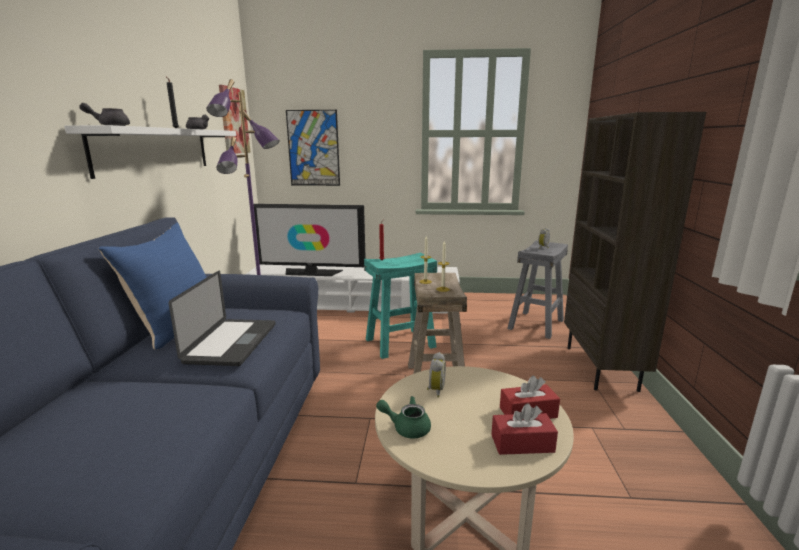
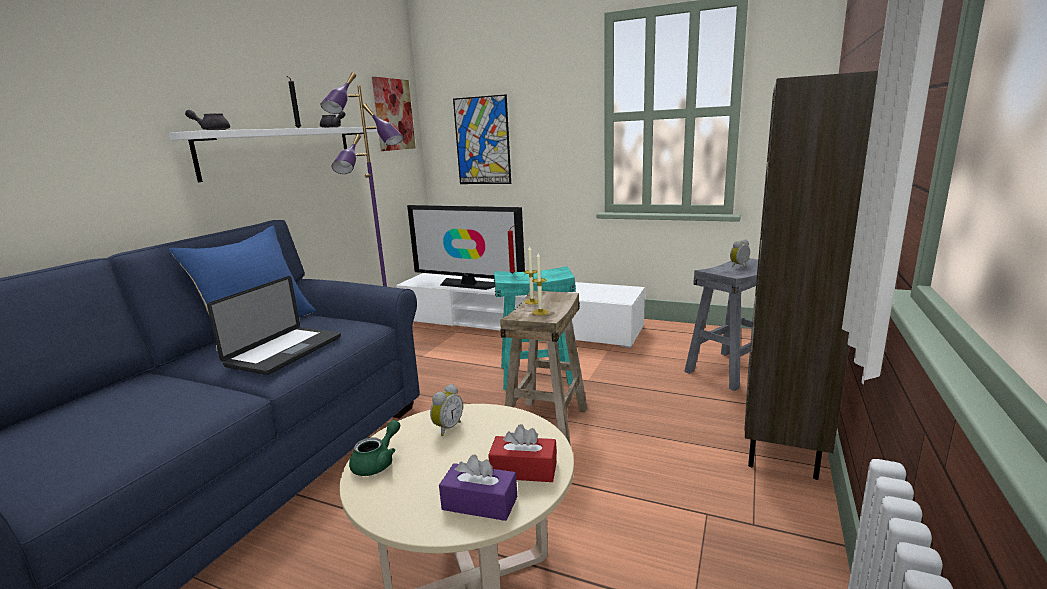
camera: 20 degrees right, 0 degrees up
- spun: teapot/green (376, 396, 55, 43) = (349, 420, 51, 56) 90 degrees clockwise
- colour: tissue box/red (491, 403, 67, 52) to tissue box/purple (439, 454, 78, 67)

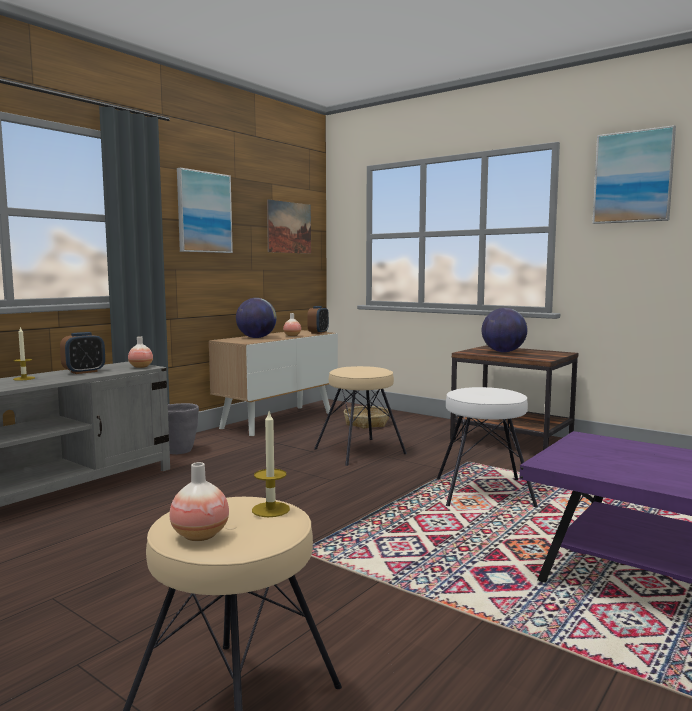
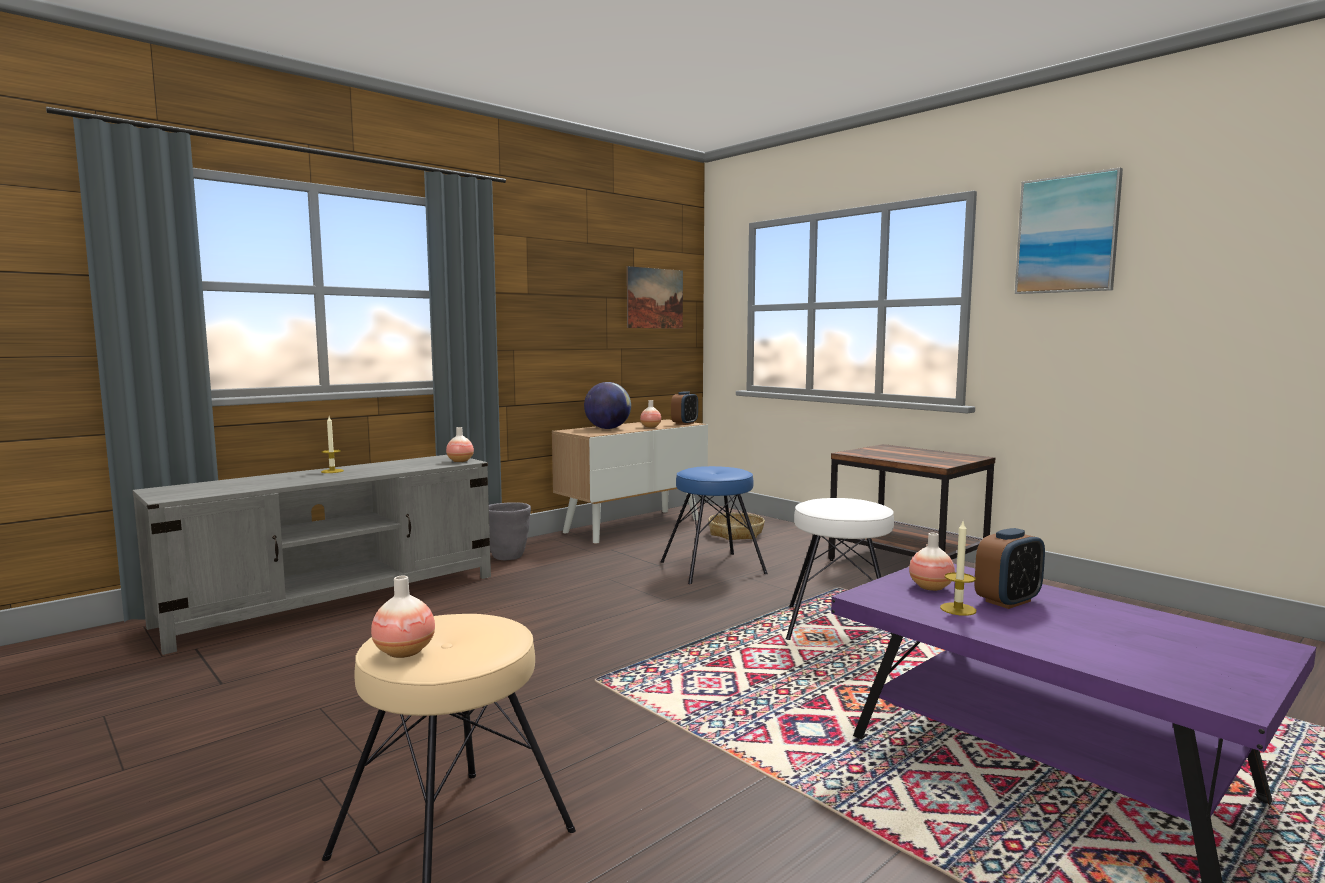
camera: 10 degrees right, 0 degrees up
- relocated: alarm clock (60, 332, 45, 42) to (975, 528, 70, 81)
- missing: picture (177, 168, 56, 85)
- relocated: candle (252, 412, 38, 105) to (940, 521, 36, 95)
- colour: stool/beige (314, 366, 93, 100) to stool/blue (660, 466, 108, 118)
- missing: globe (482, 308, 45, 44)
- appeared: vase (909, 533, 46, 58)

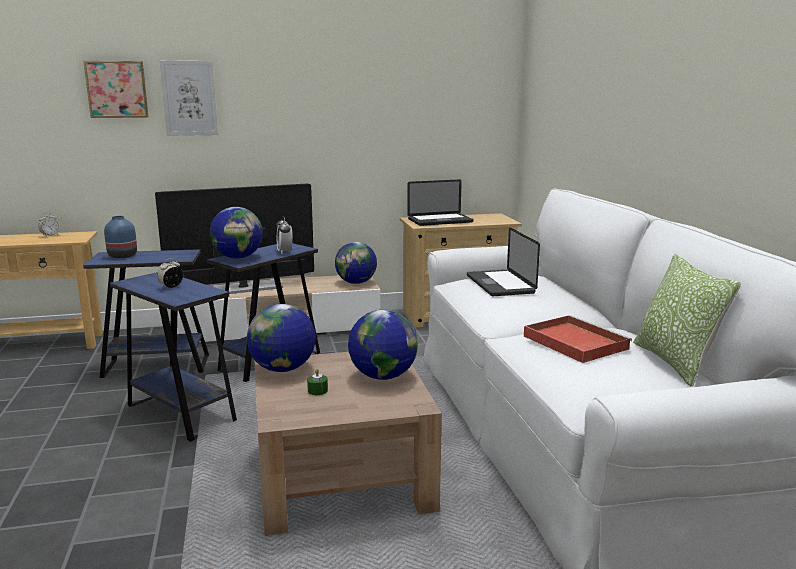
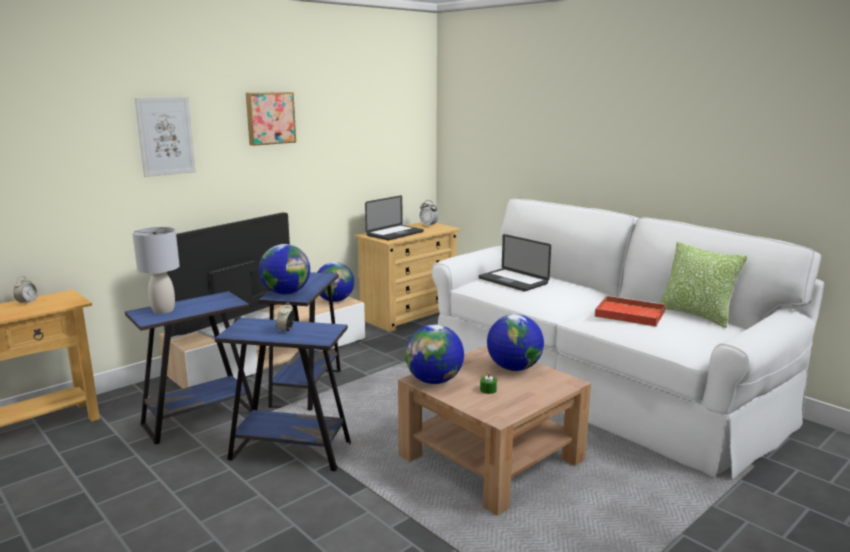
camera: 30 degrees left, 0 degrees up
- relocated: picture (83, 61, 65, 57) to (246, 92, 50, 54)
- exchanged: vase/blue (104, 216, 33, 42) to table lamp/grey (132, 227, 48, 87)
- relocated: alarm clock (276, 216, 17, 38) to (419, 200, 19, 27)

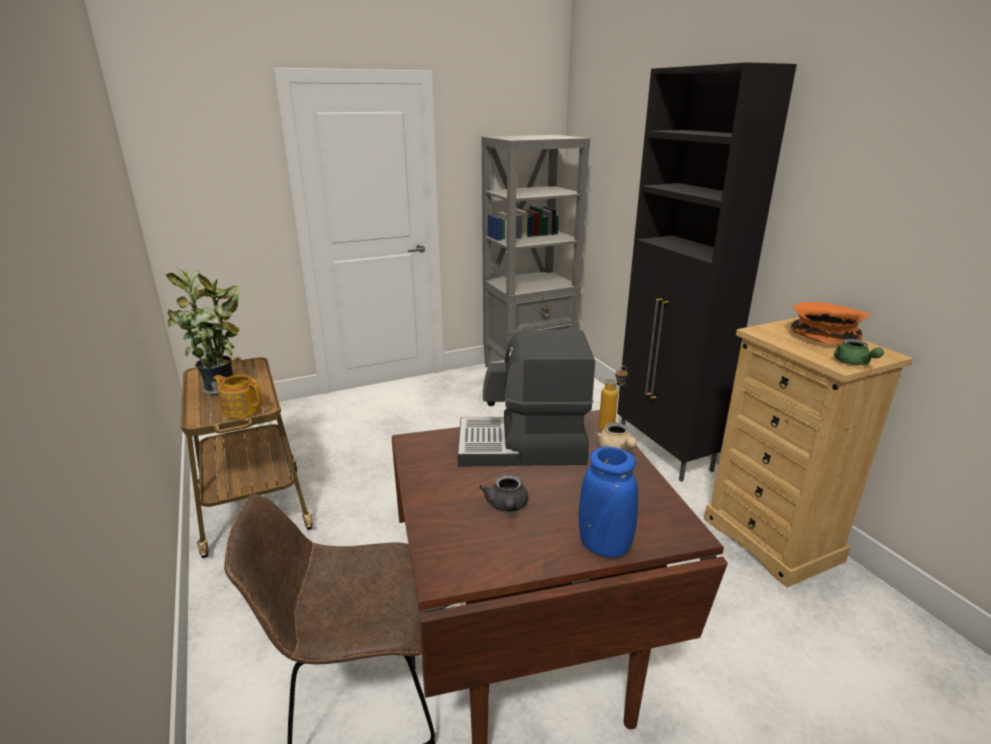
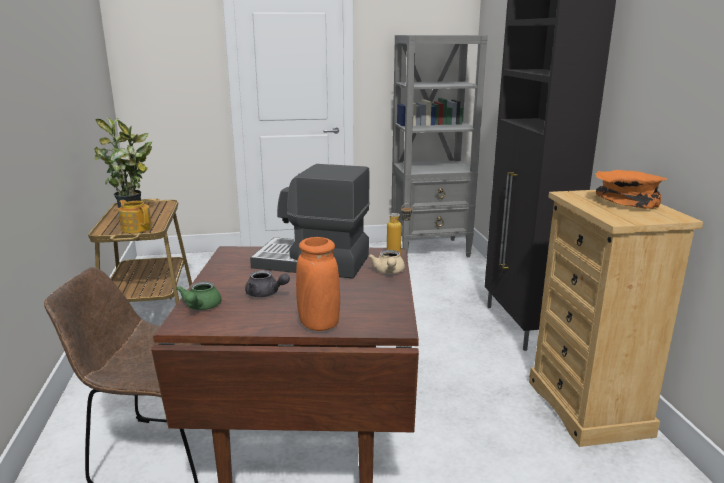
camera: 15 degrees right, 5 degrees down
- spun: teapot/grey (479, 475, 49, 37) = (245, 270, 45, 27) 75 degrees counterclockwise
- colour: vase/blue (579, 447, 59, 111) to vase/orange (296, 237, 44, 94)
- relocated: teapot/green (834, 339, 50, 26) to (176, 281, 45, 29)

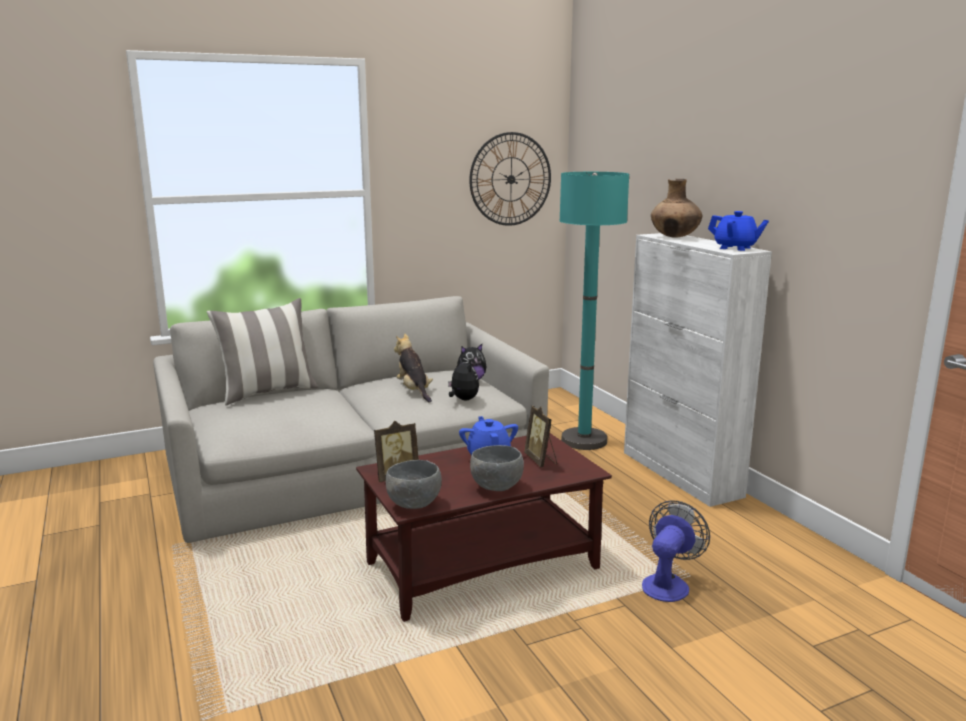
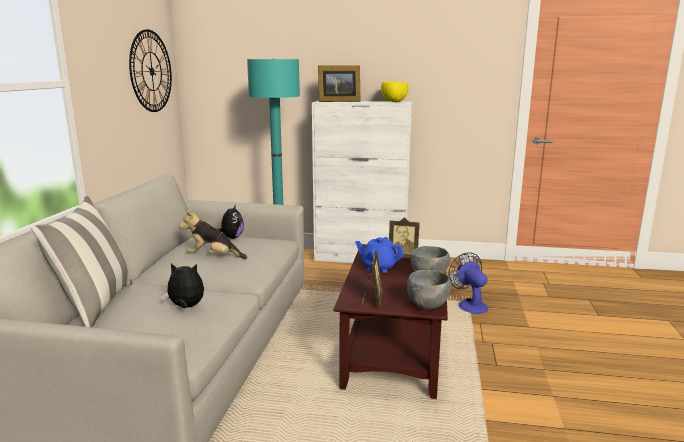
camera: 55 degrees left, 0 degrees up
- relocated: plush toy (448, 358, 31, 42) to (161, 263, 43, 45)
- exchanged: vase/brown (651, 179, 52, 59) to picture frame (318, 66, 42, 36)
- exchanged: teapot/blue (708, 211, 61, 40) to bowl/yellow (381, 81, 27, 21)

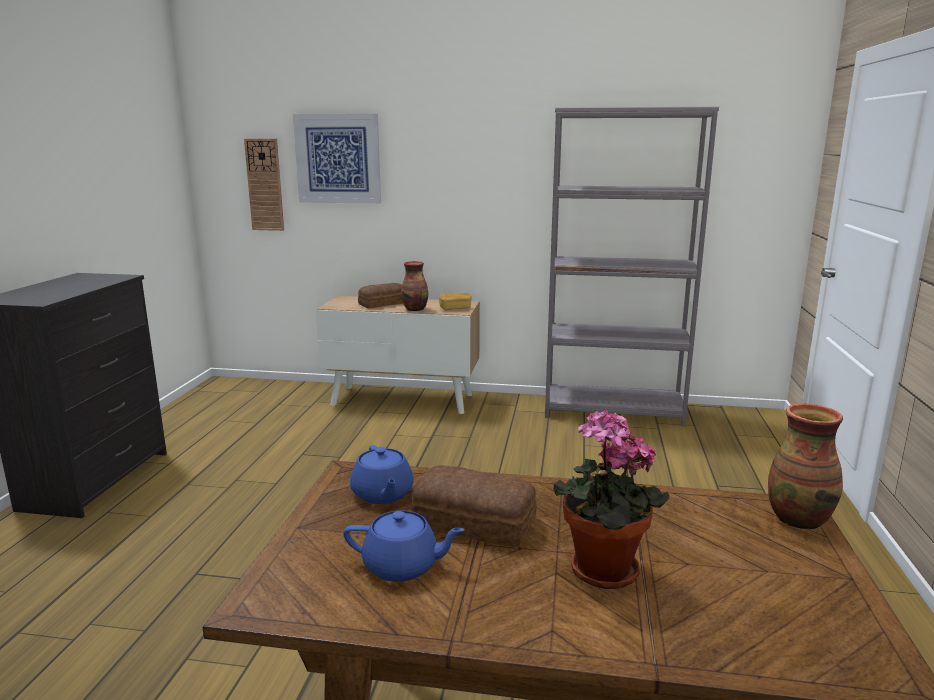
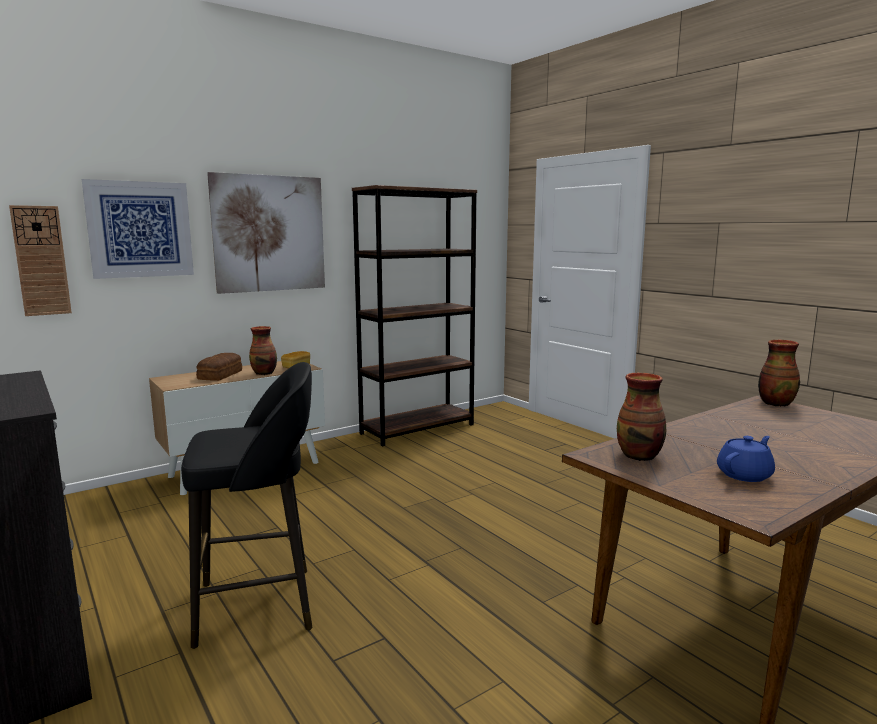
camera: 45 degrees left, 5 degrees down
- exchanged: teapot/blue (350, 445, 64, 59) to vase (617, 373, 49, 88)
- missing: bread (411, 465, 126, 82)
- colour: bookcase/grey (545, 107, 174, 319) to bookcase/brown (352, 185, 125, 261)
- missing: potted plant (553, 409, 116, 180)
- appeared: stool/black (181, 362, 131, 287)
- appeared: picture (207, 172, 118, 122)

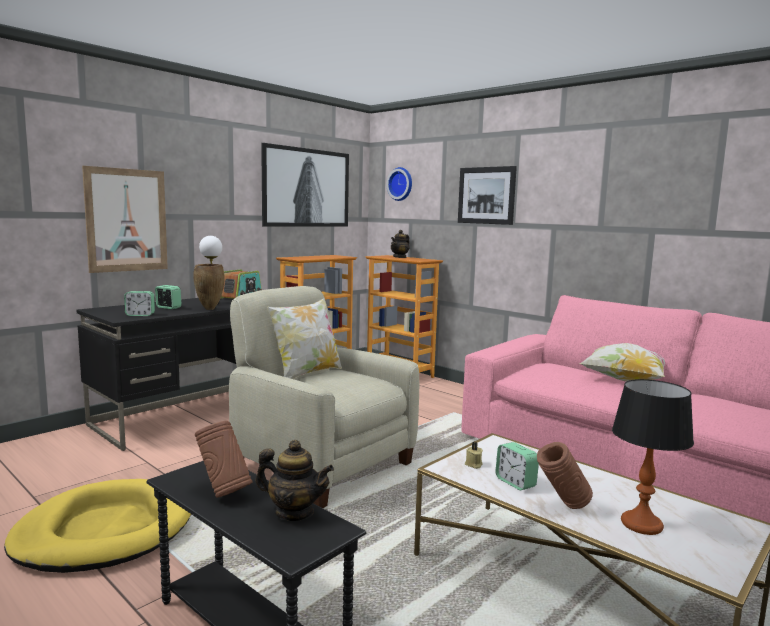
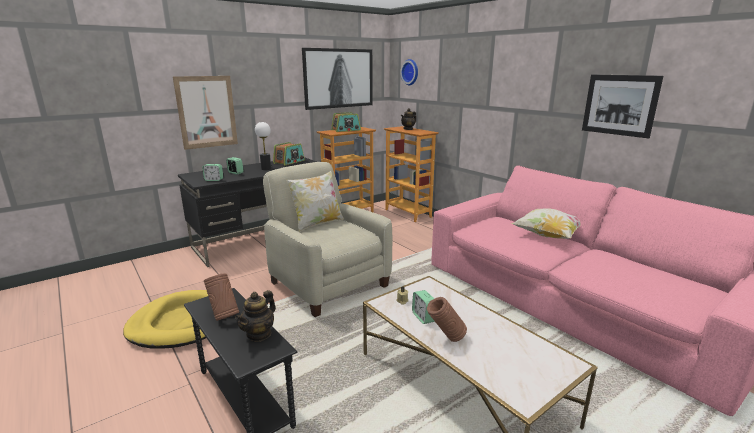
camera: 10 degrees right, 10 degrees up
- missing: vase/brown (193, 264, 32, 46)
- spun: teapot (255, 440, 79, 81) = (235, 290, 41, 52) 90 degrees clockwise
- relocated: picture (458, 166, 59, 59) to (582, 75, 81, 63)
- missing: table lamp (612, 379, 82, 156)
- appeared: radio (331, 112, 30, 20)

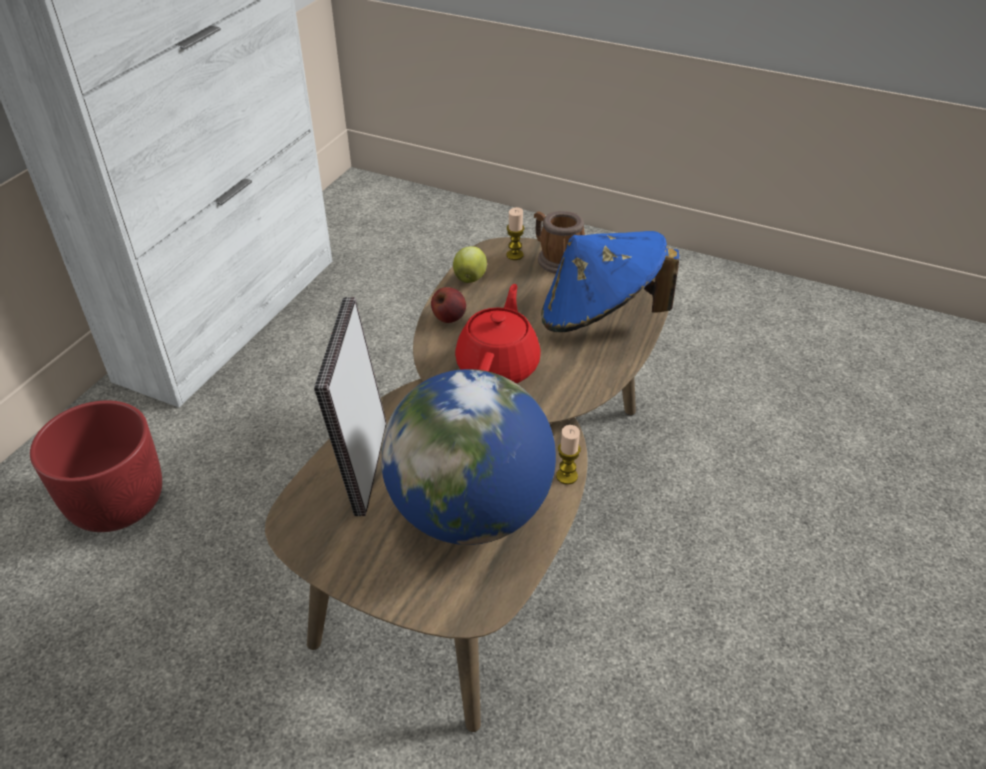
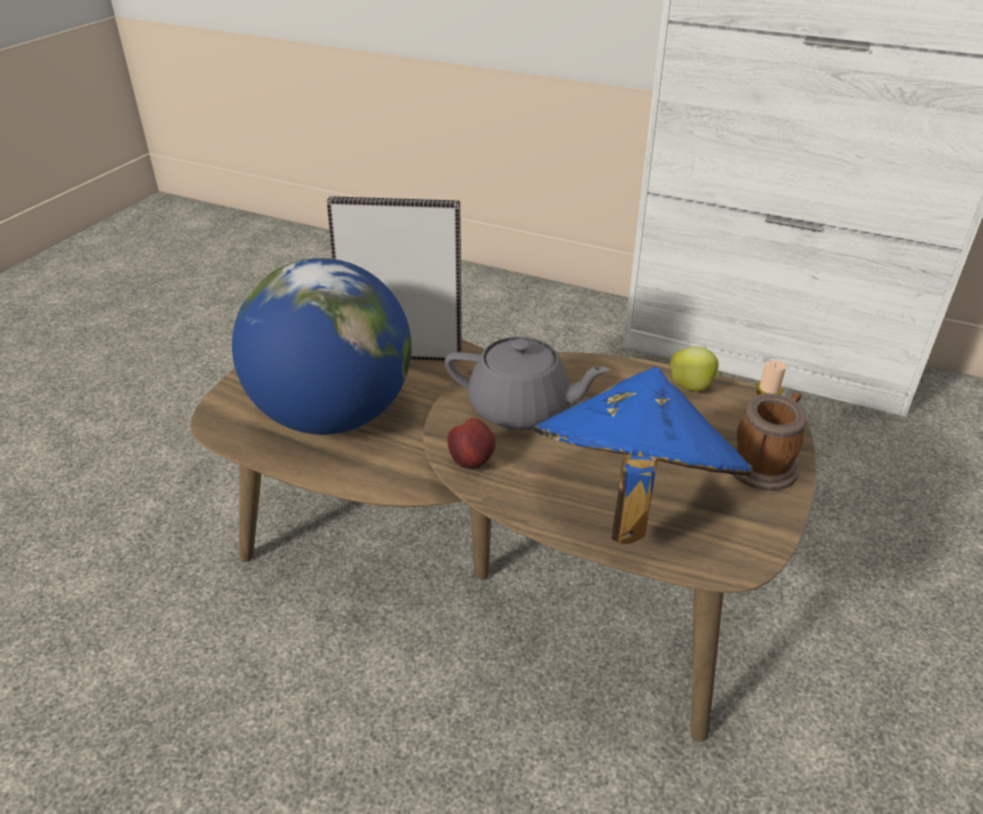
camera: 90 degrees right, 5 degrees down
- missing: planter/red (30, 400, 132, 132)
- relocated: apple (431, 287, 35, 36) to (447, 418, 49, 51)
- colour: teapot/red (455, 284, 86, 99) to teapot/grey (445, 336, 165, 94)
- missing: candle (556, 425, 25, 60)

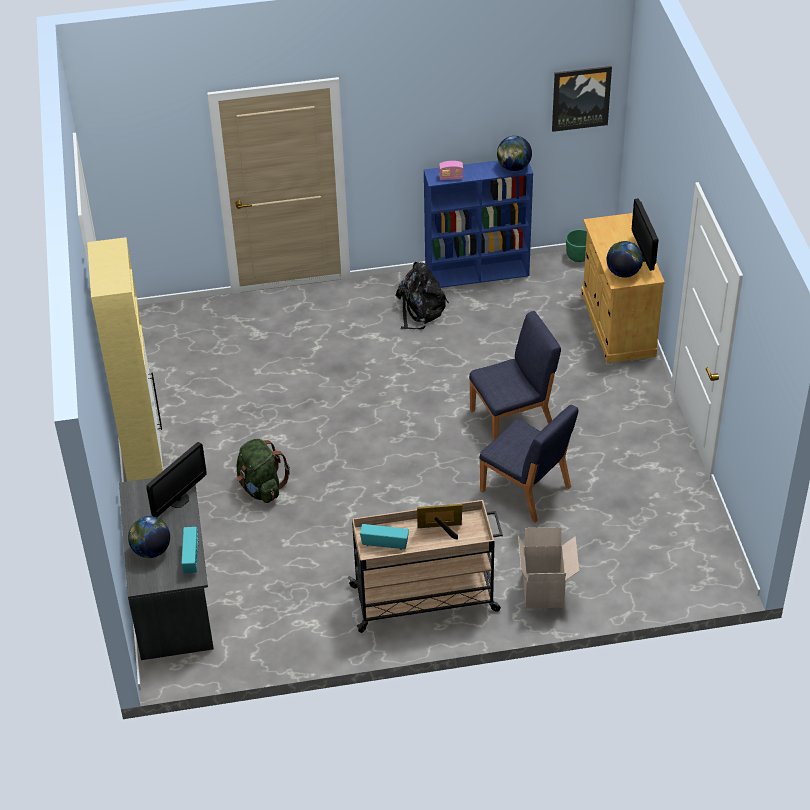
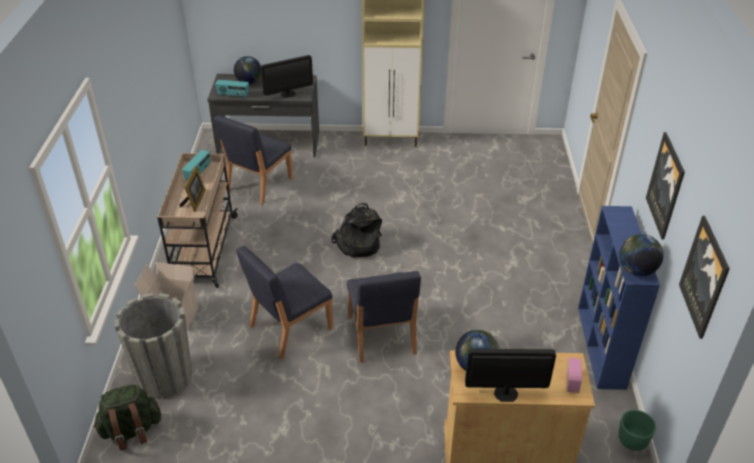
camera: 100 degrees right, 5 degrees down
- spun: monitor (146, 442, 61, 75) = (260, 55, 53, 43) 75 degrees counterclockwise
- relocated: backpack/green (237, 439, 53, 64) to (93, 385, 68, 65)
- relocated: backpack/black (395, 262, 54, 67) to (331, 203, 51, 54)
- relocated: radio (439, 161, 24, 19) to (566, 358, 16, 35)
- appeared: planter/grey (114, 293, 78, 106)
- appeared: chair/blue (214, 115, 79, 90)
- appeared: picture (646, 132, 39, 108)

